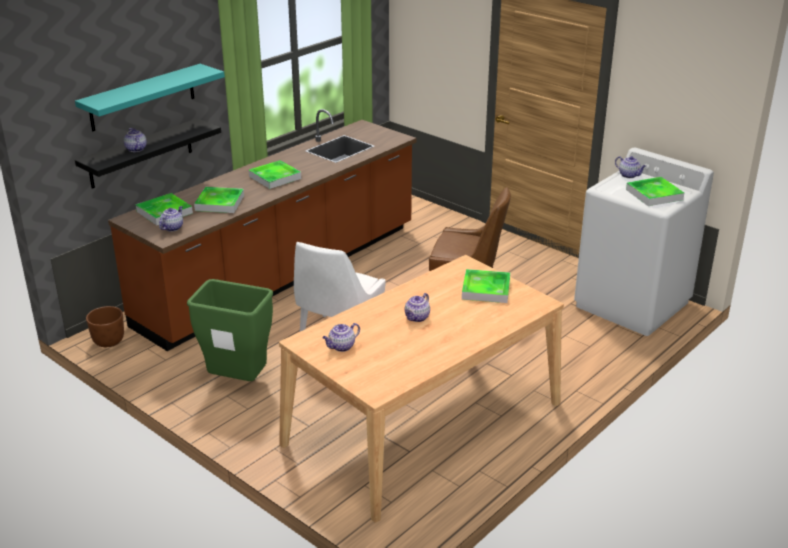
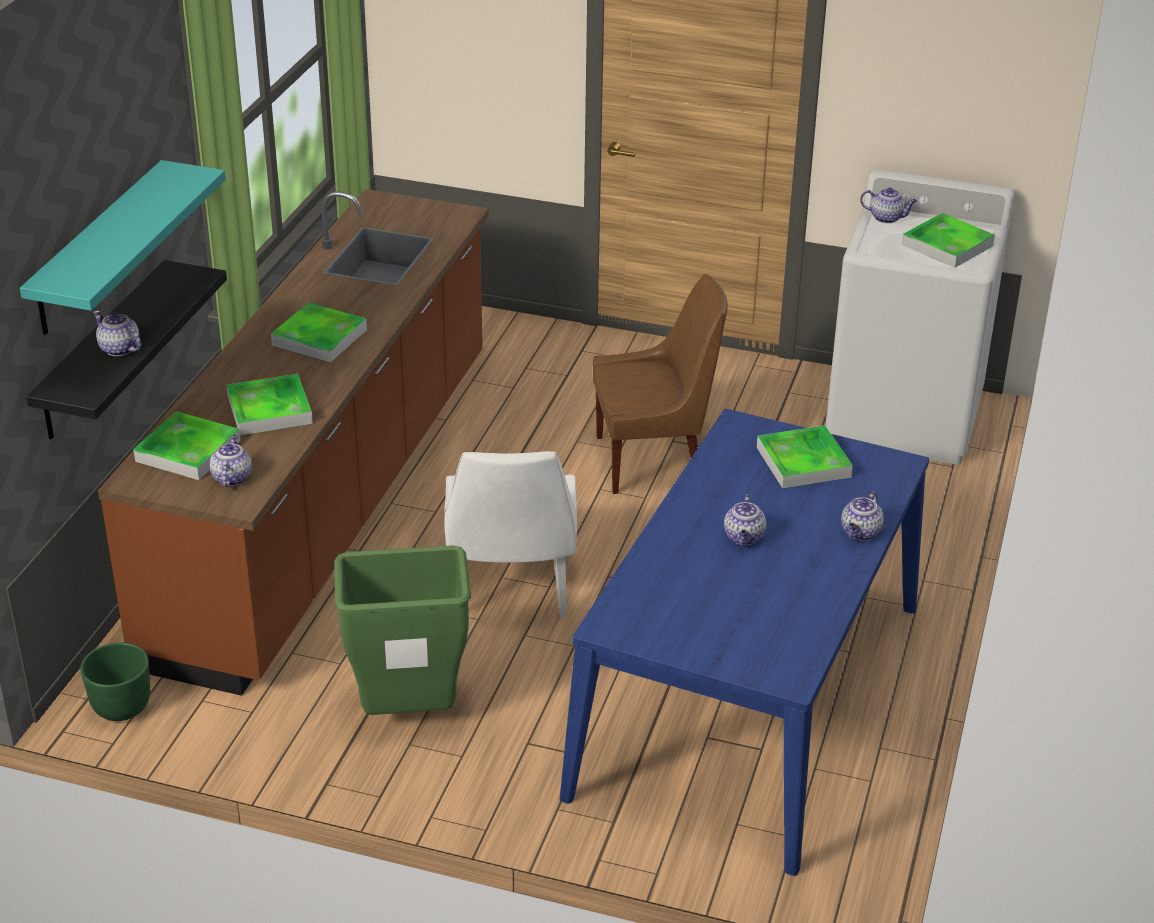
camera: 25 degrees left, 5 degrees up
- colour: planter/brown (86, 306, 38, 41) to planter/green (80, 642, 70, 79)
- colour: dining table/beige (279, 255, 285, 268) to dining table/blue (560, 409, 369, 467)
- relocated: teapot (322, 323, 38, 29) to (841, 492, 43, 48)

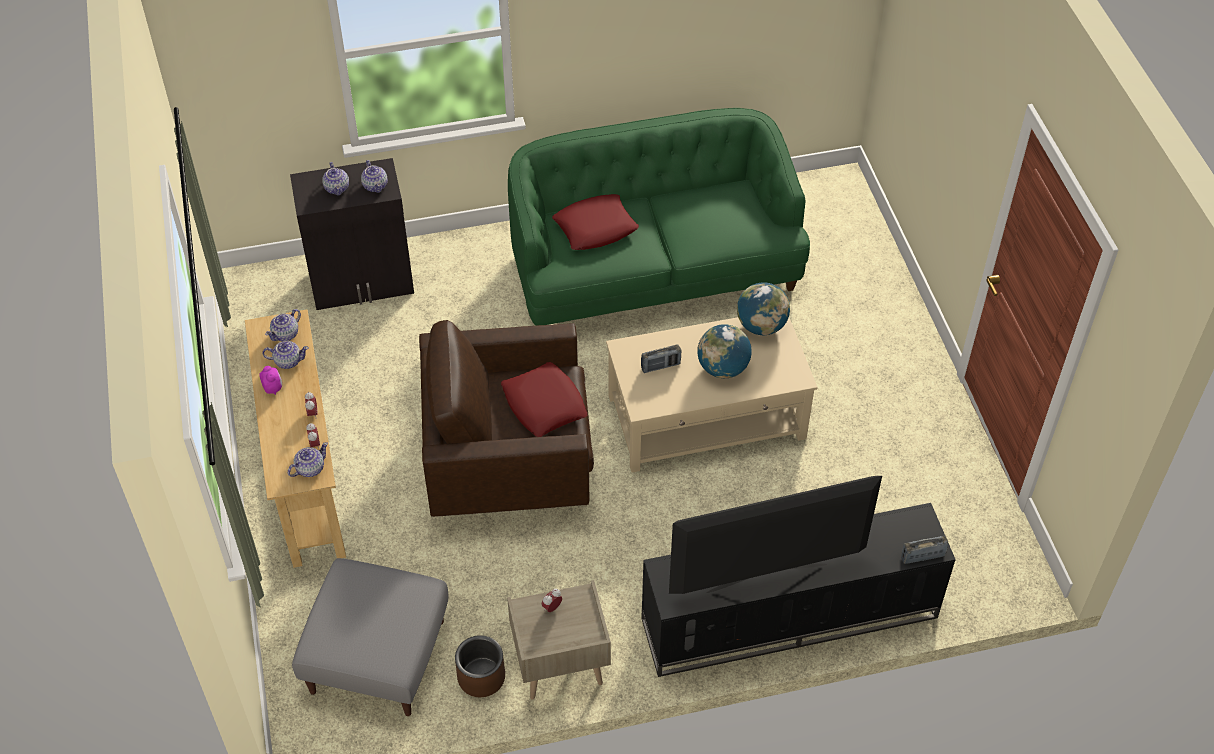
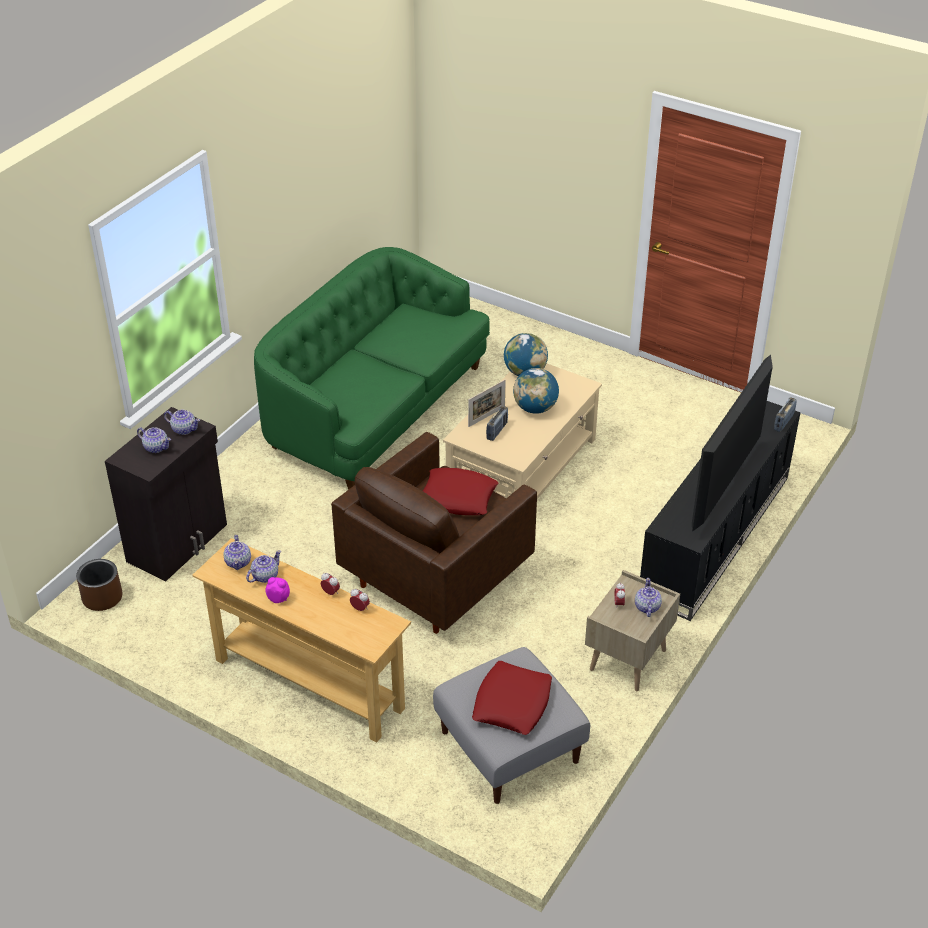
camera: 45 degrees left, 10 degrees down
- relocated: teapot (288, 442, 40, 35) to (635, 578, 27, 39)
- relocated: planter/brown (455, 635, 50, 62) to (76, 559, 46, 52)
- relocated: pillow/red (552, 194, 87, 56) to (472, 661, 80, 74)
- appeared: picture frame (468, 380, 38, 47)

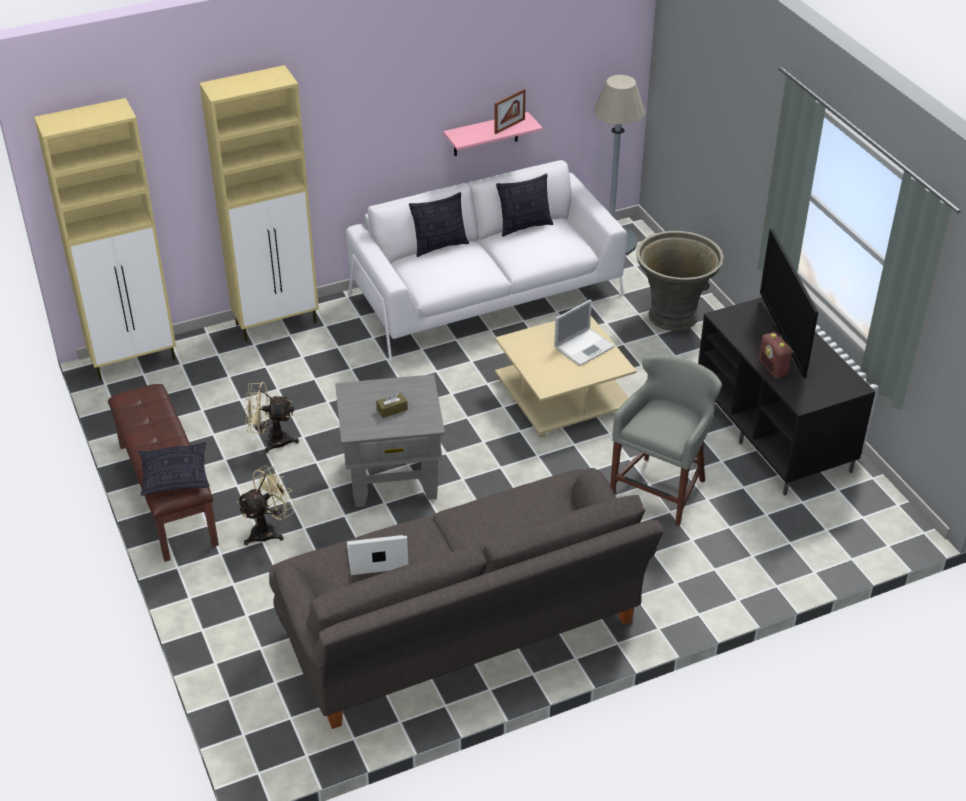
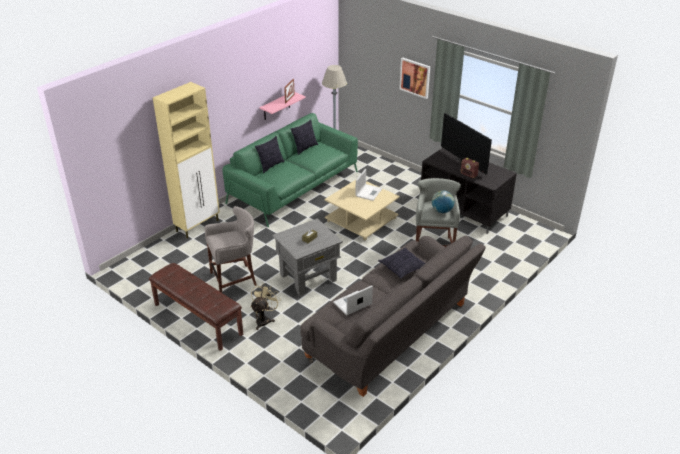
camera: 25 degrees left, 5 degrees down
- missing: cabinet/beige (34, 98, 142, 282)
- relocated: pillow (138, 442, 71, 54) to (378, 248, 47, 30)
- exchanged: fan/beige (245, 382, 54, 72) to stool/grey (205, 206, 52, 87)
- colour: sofa/white (346, 160, 281, 200) to sofa/green (222, 113, 136, 114)
- missing: planter/grey (636, 231, 88, 100)
- appeared: picture (399, 57, 31, 42)
- appeared: globe (432, 191, 22, 22)

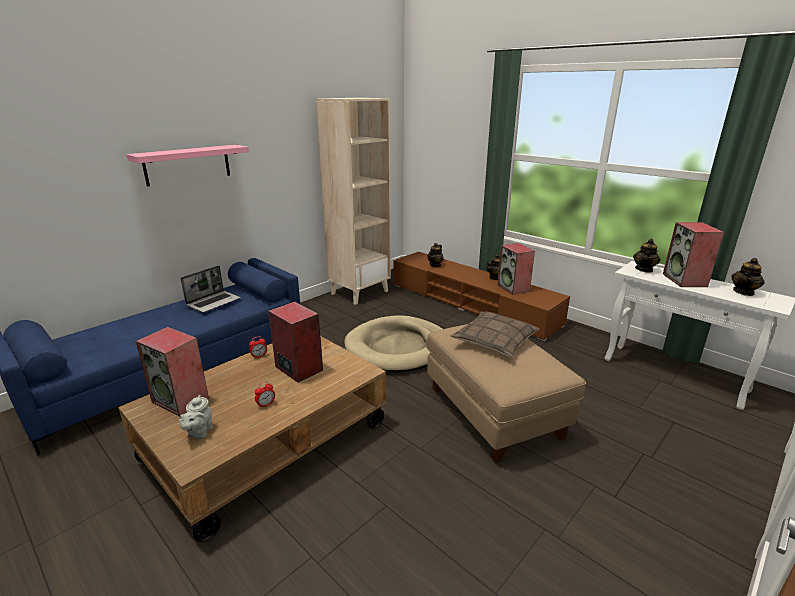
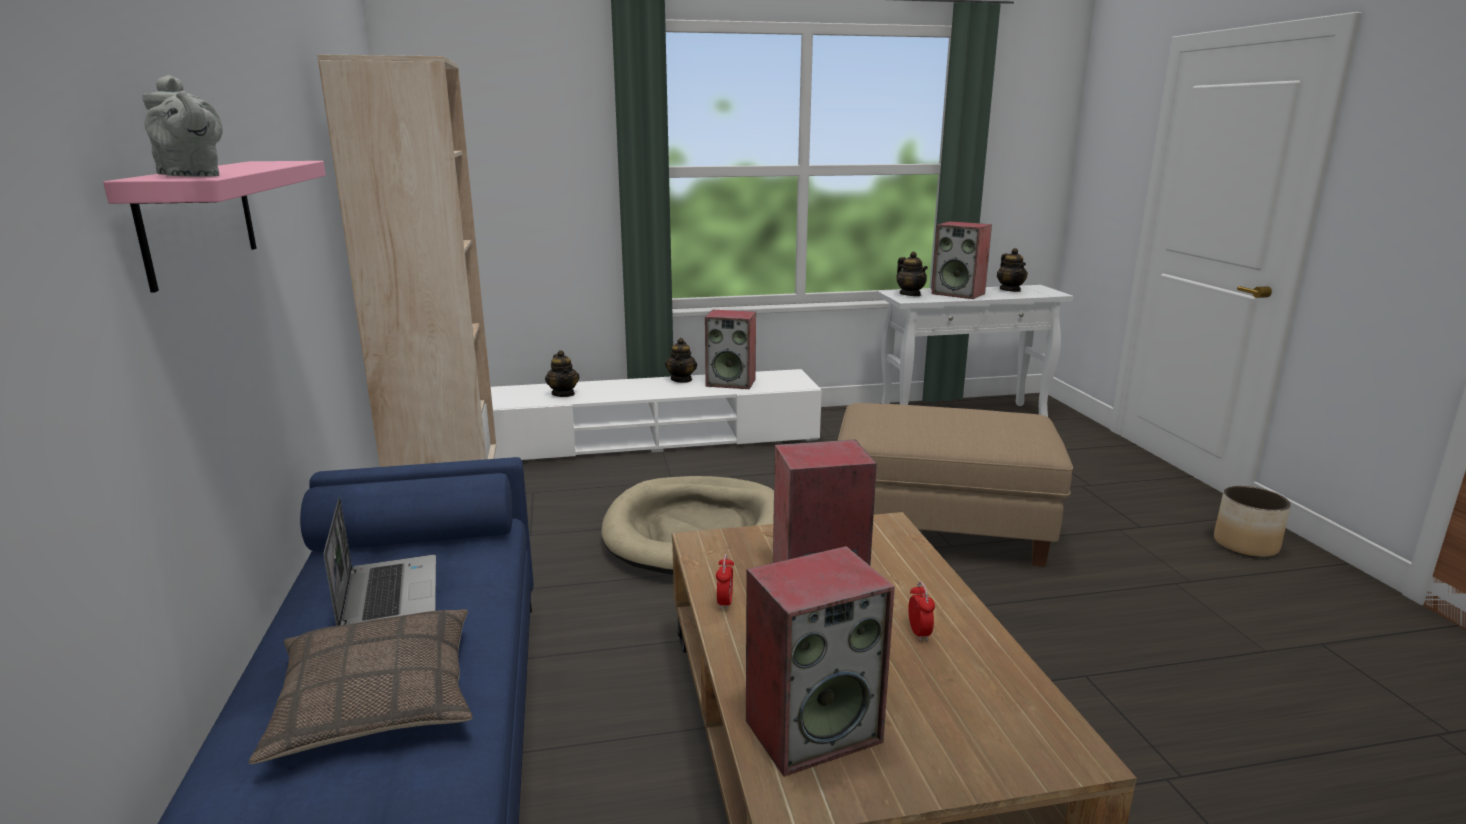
camera: 55 degrees left, 5 degrees down
- relocated: teapot/grey (179, 395, 34, 45) to (142, 75, 81, 102)
- colour: tv stand/brown (394, 252, 176, 89) to tv stand/white (491, 369, 331, 91)
- relocated: pillow (450, 311, 90, 47) to (248, 609, 225, 155)
- appeared: planter (1214, 486, 77, 72)

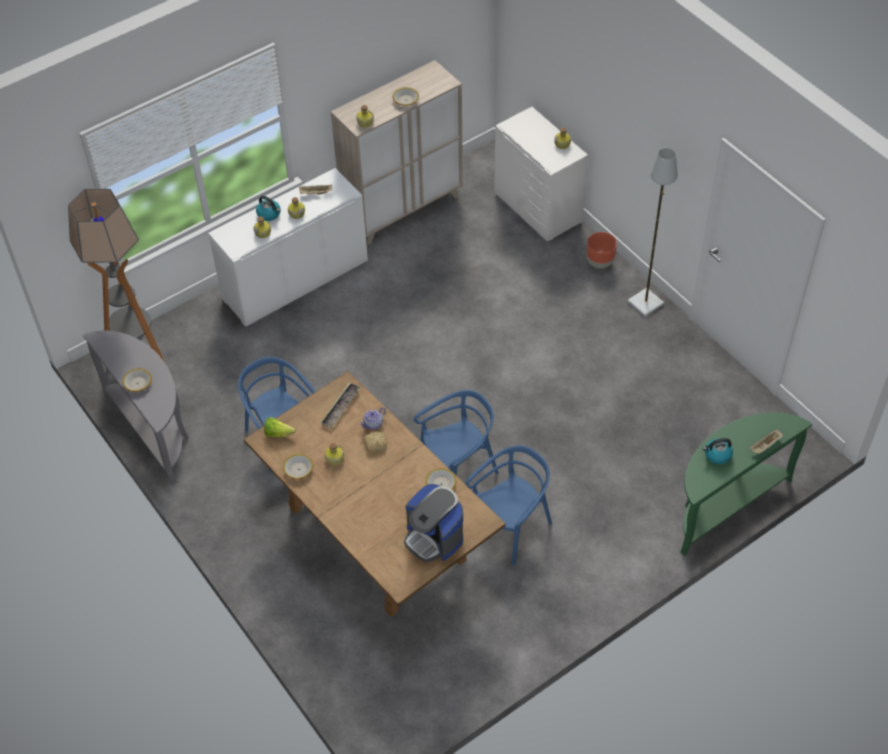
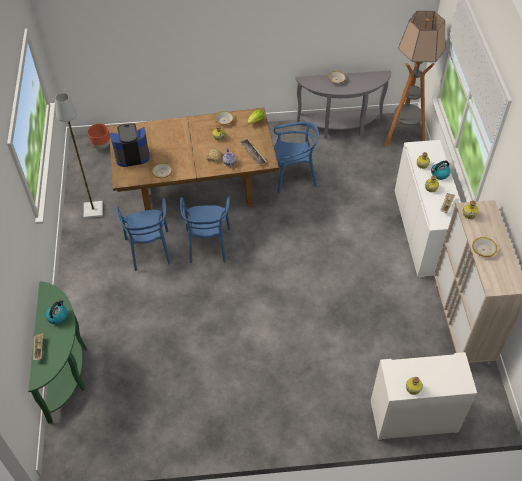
camera: 120 degrees right, 0 degrees up
- relocated: planter/brown (586, 232, 31, 37) to (88, 124, 22, 25)
- relocated: floor lamp/grey (627, 148, 51, 169) to (55, 93, 48, 126)

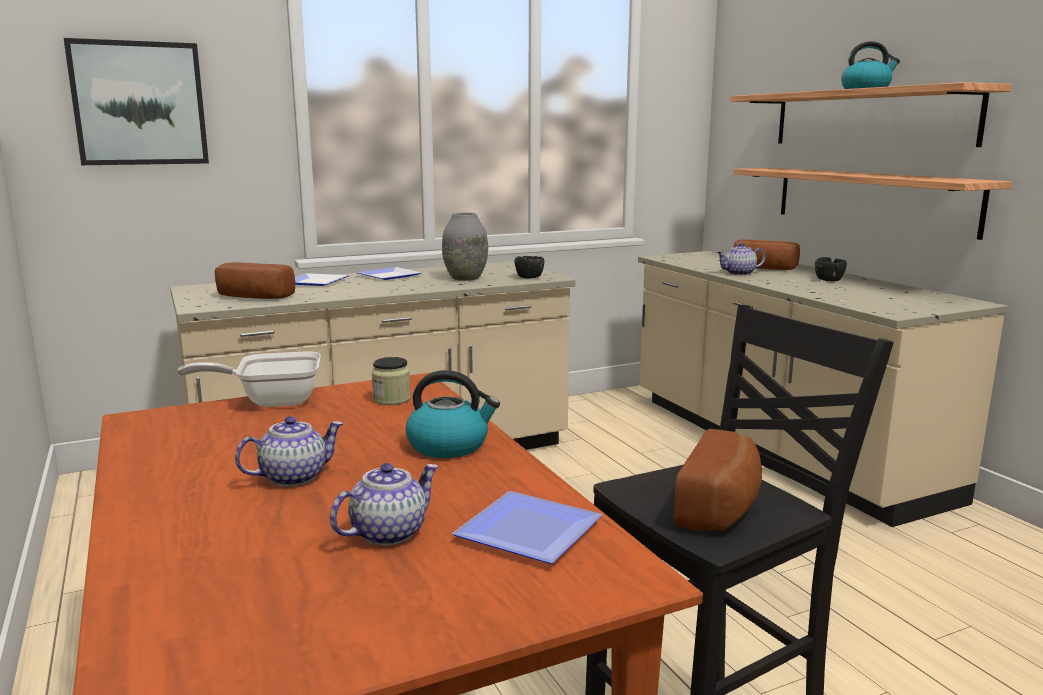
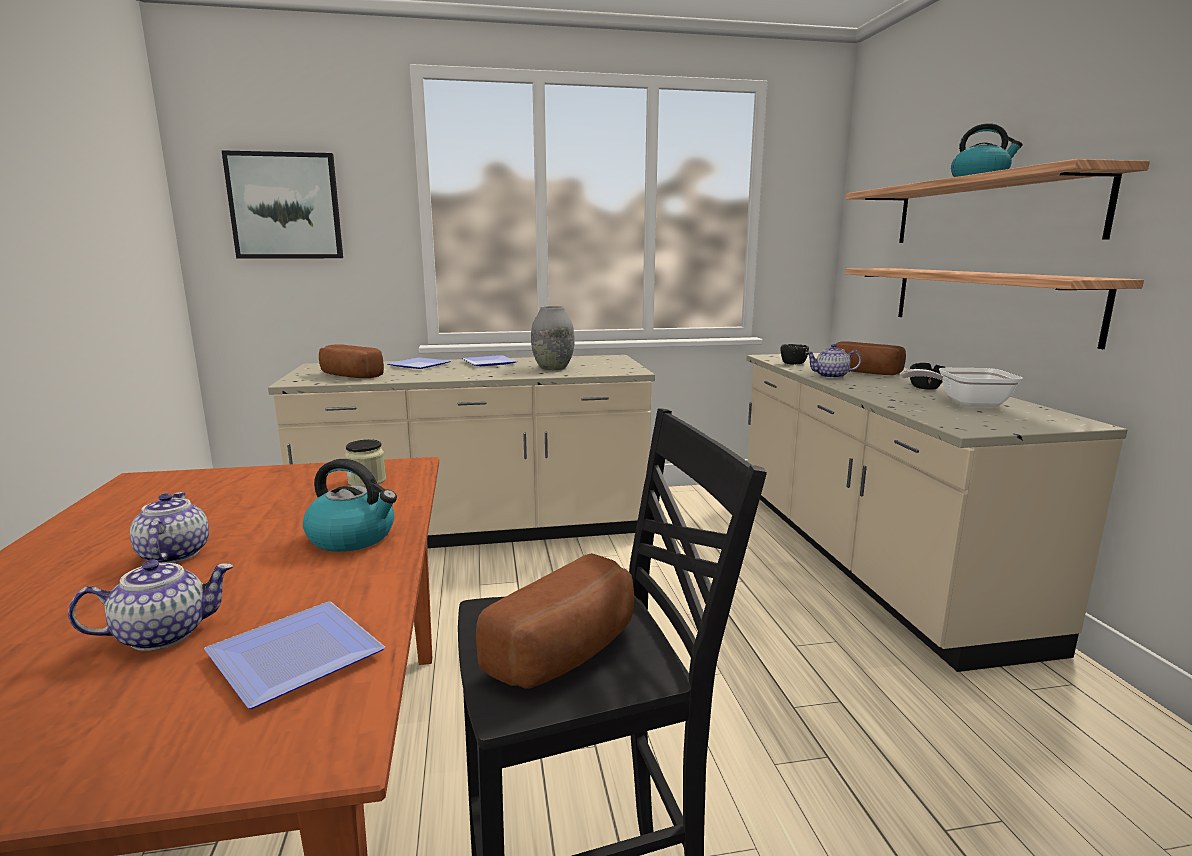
camera: 15 degrees right, 0 degrees up
- relocated: frying pan (177, 351, 144, 56) to (901, 368, 121, 39)
- spun: teapot (235, 416, 109, 70) = (130, 492, 79, 71) 90 degrees counterclockwise
- relocated: bowl/black (515, 256, 29, 22) to (780, 344, 29, 21)

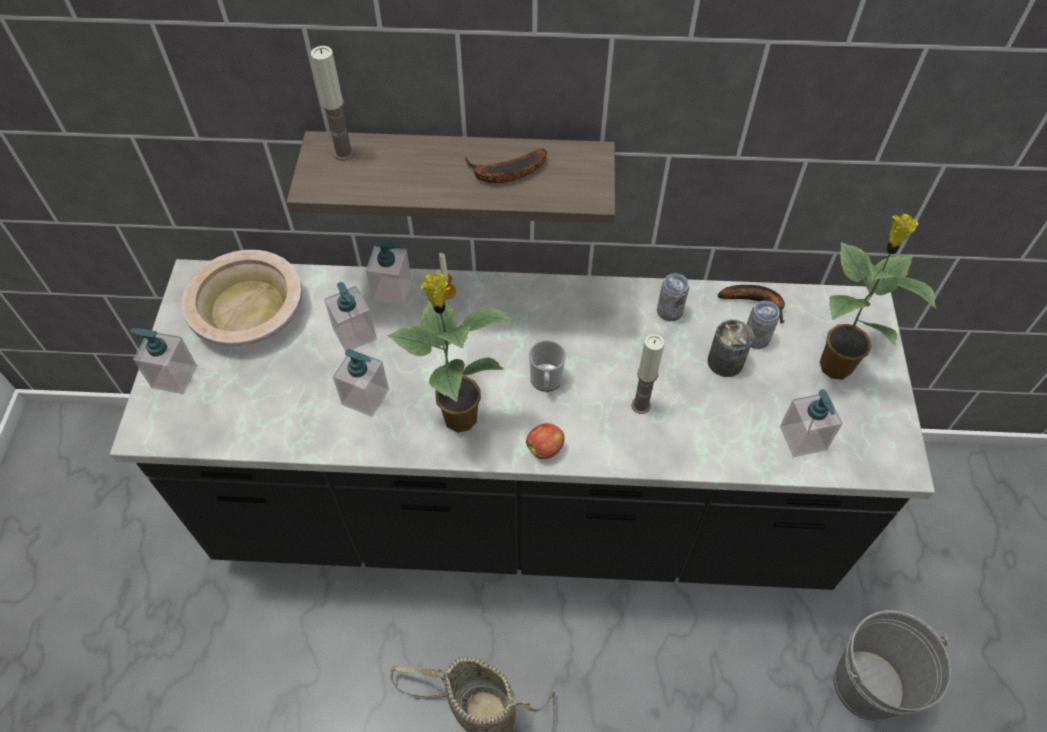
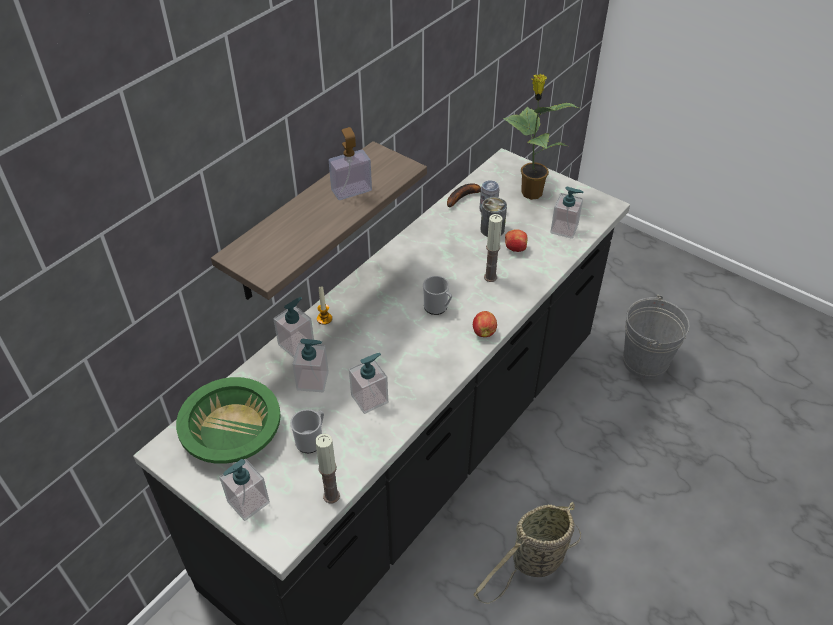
camera: 55 degrees left, 10 degrees down
- colour: bowl/beige (182, 250, 120, 96) to bowl/green (176, 377, 105, 87)
- relocated: candle (311, 46, 44, 115) to (315, 433, 25, 70)
- missing: potted plant (387, 273, 128, 160)
- exchanged: banana (465, 149, 82, 34) to soap dispenser (329, 127, 43, 73)
- missing: can (657, 273, 32, 48)
- appeared: mug (290, 409, 34, 44)
- appeared: apple (505, 229, 23, 23)

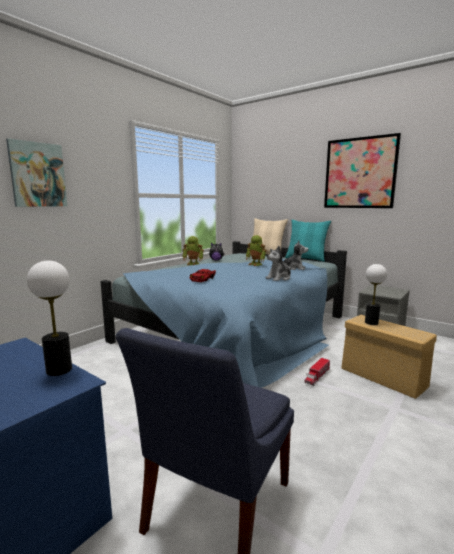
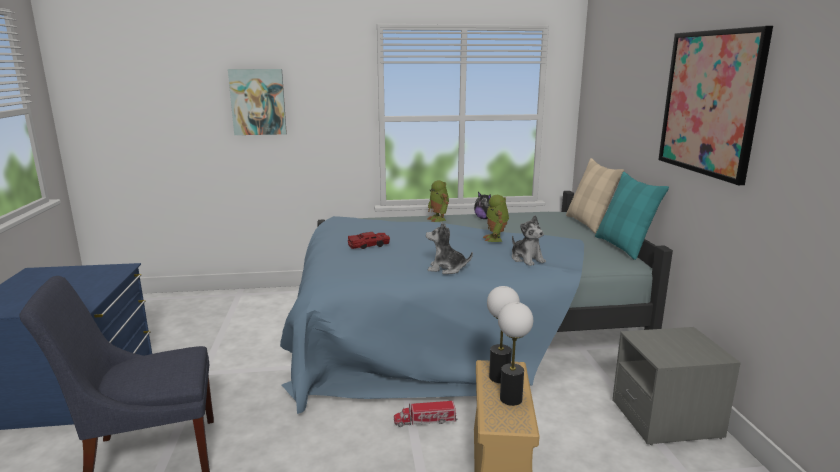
camera: 45 degrees right, 5 degrees up
- relocated: table lamp (27, 260, 45, 116) to (498, 302, 35, 104)

